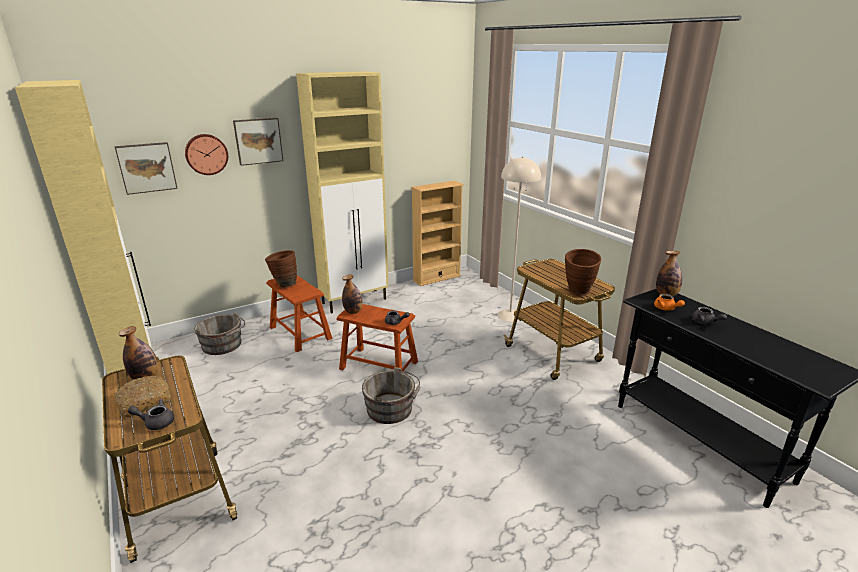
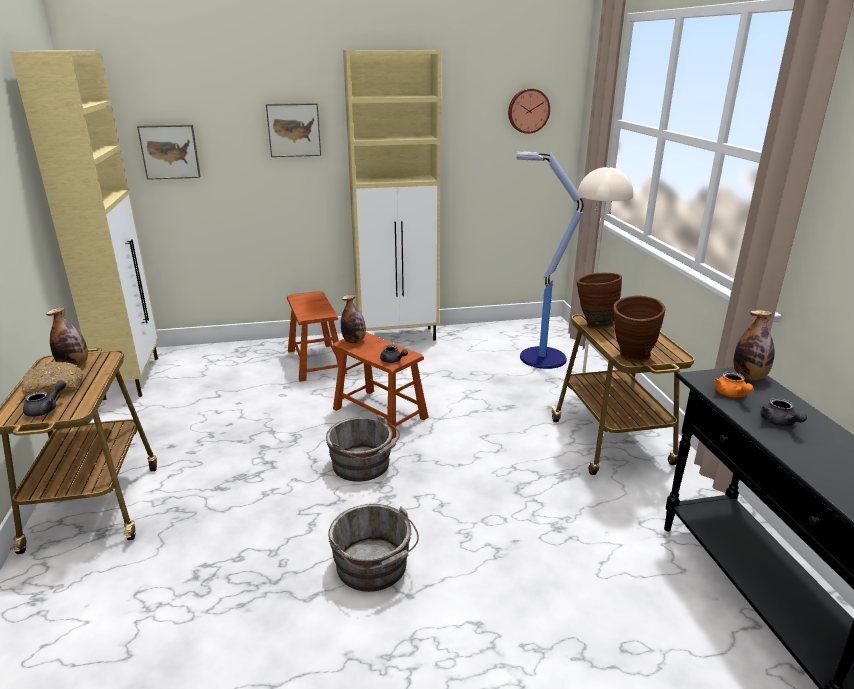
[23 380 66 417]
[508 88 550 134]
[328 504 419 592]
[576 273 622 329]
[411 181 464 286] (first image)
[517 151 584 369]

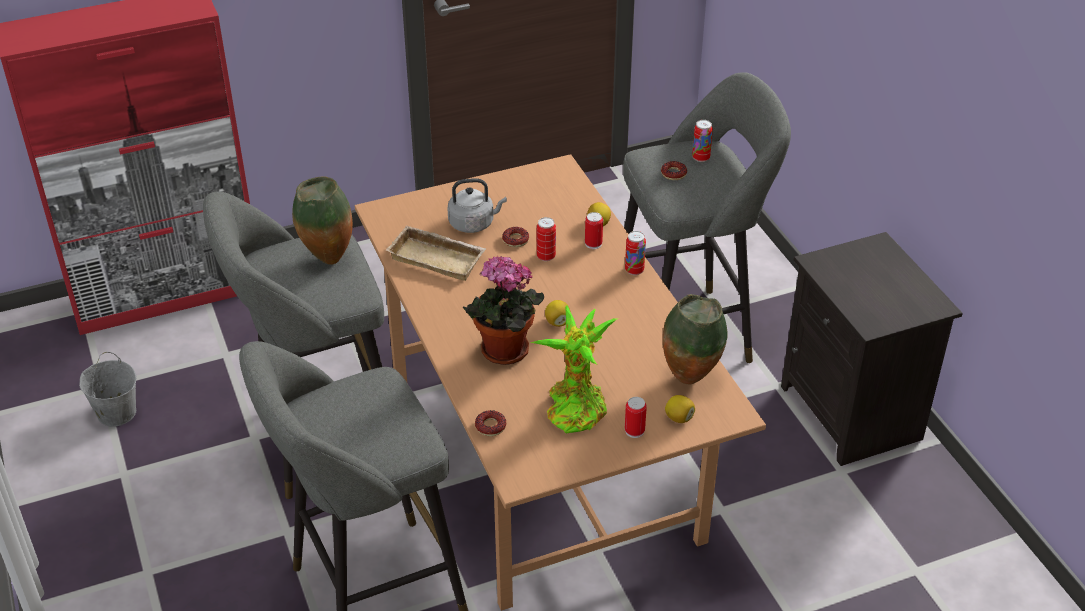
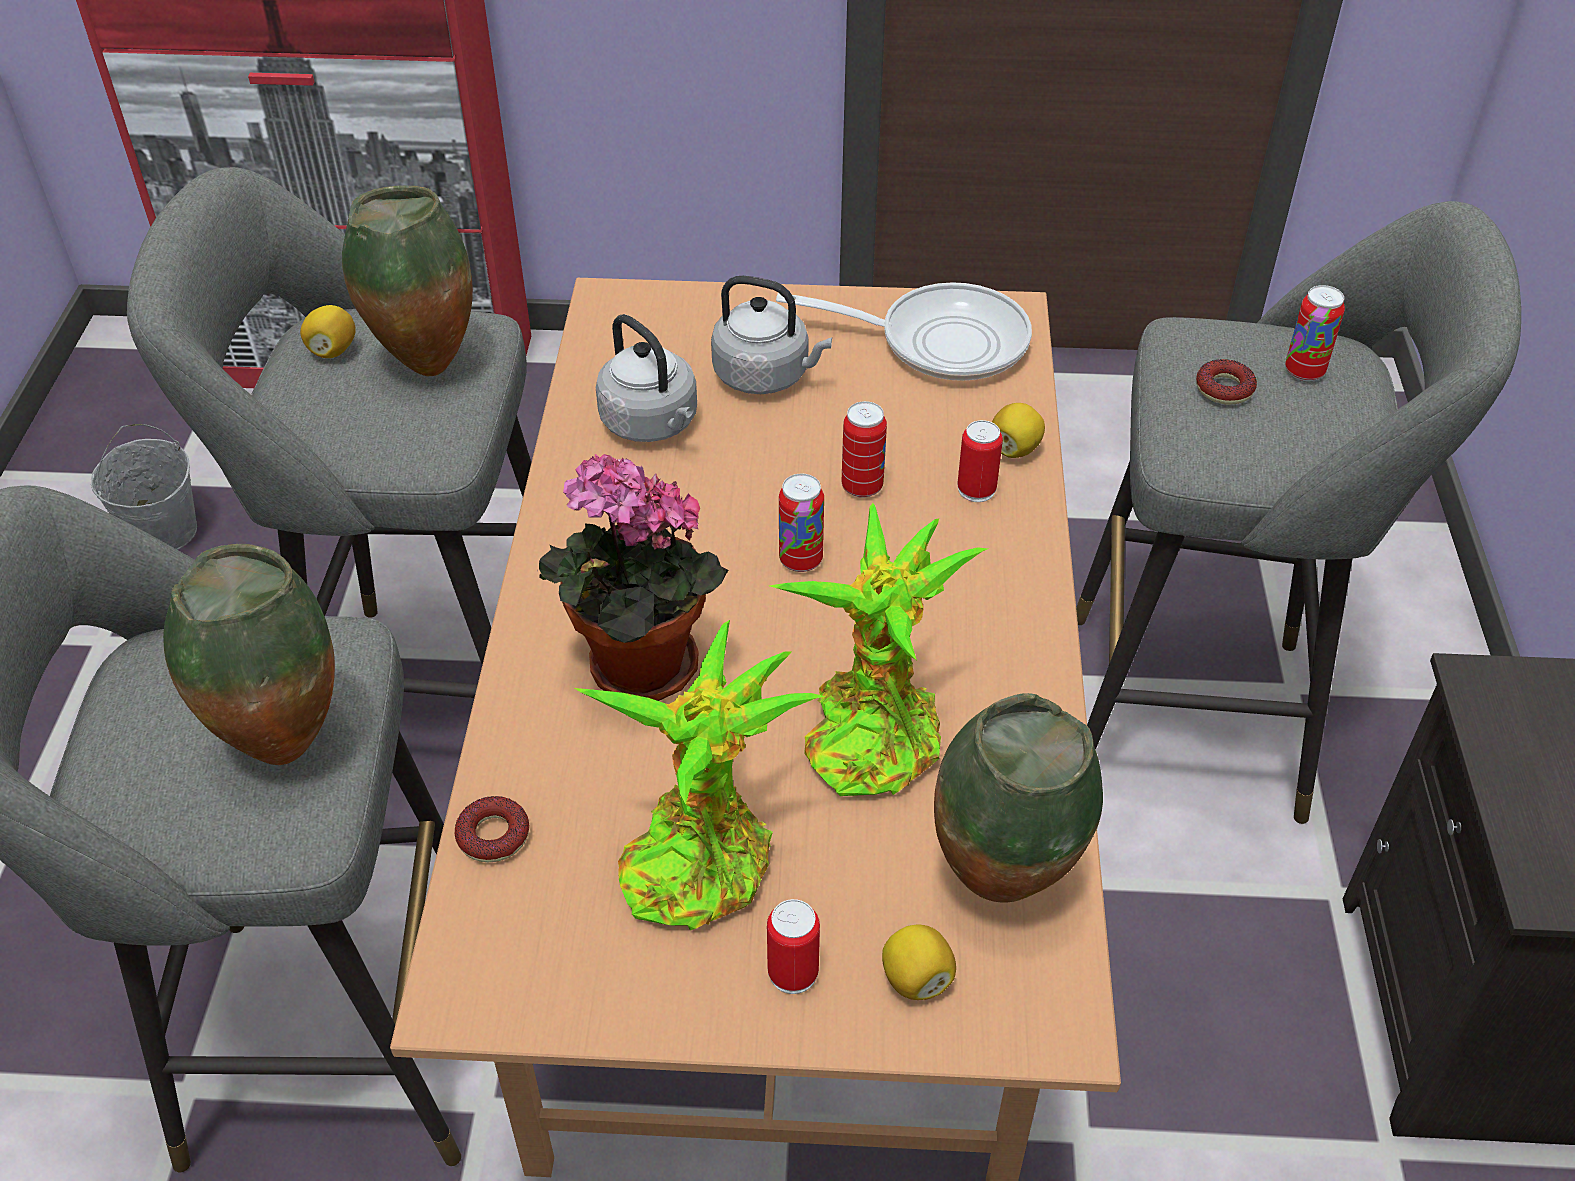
[596 314 697 442]
[502 227 529 247] (first image)
[300 305 356 358]
[779 474 824 572]
[163 544 335 765]
[769 503 988 796]
[776 282 1032 381]

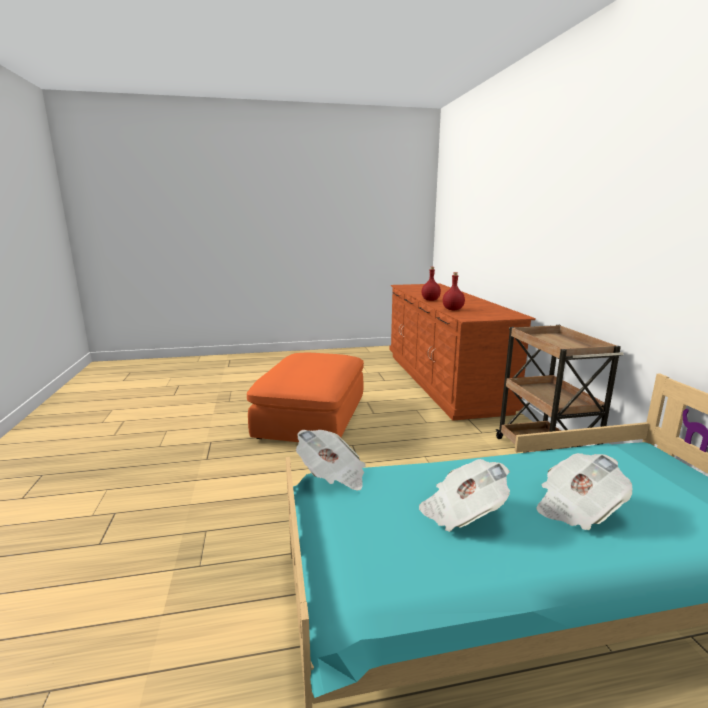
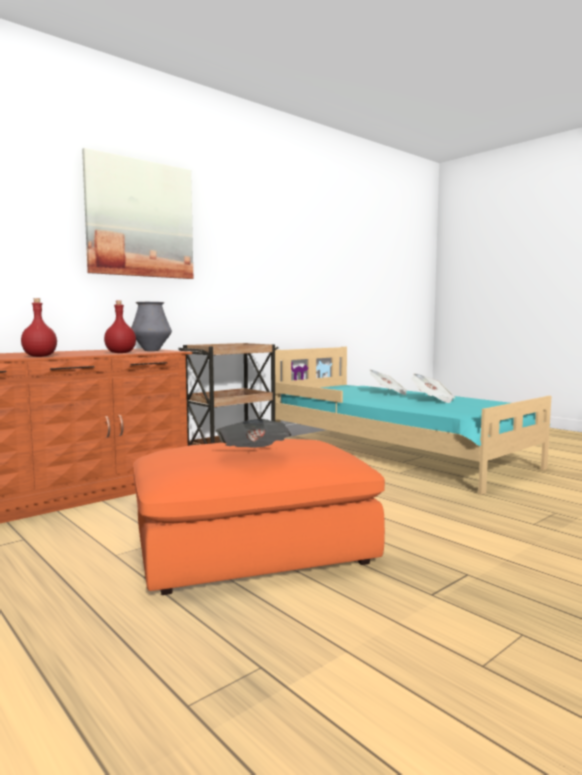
[216 419 291 447]
[82 148 193 279]
[131 302 172 351]

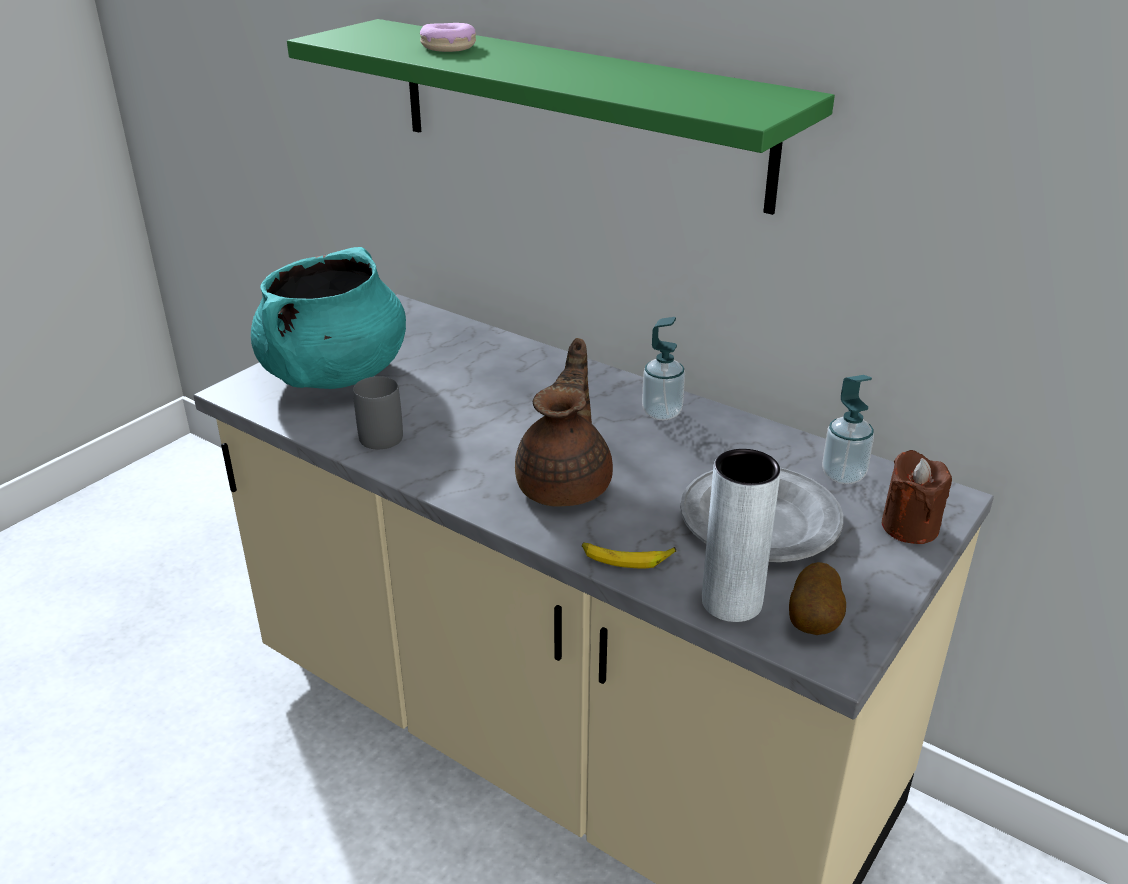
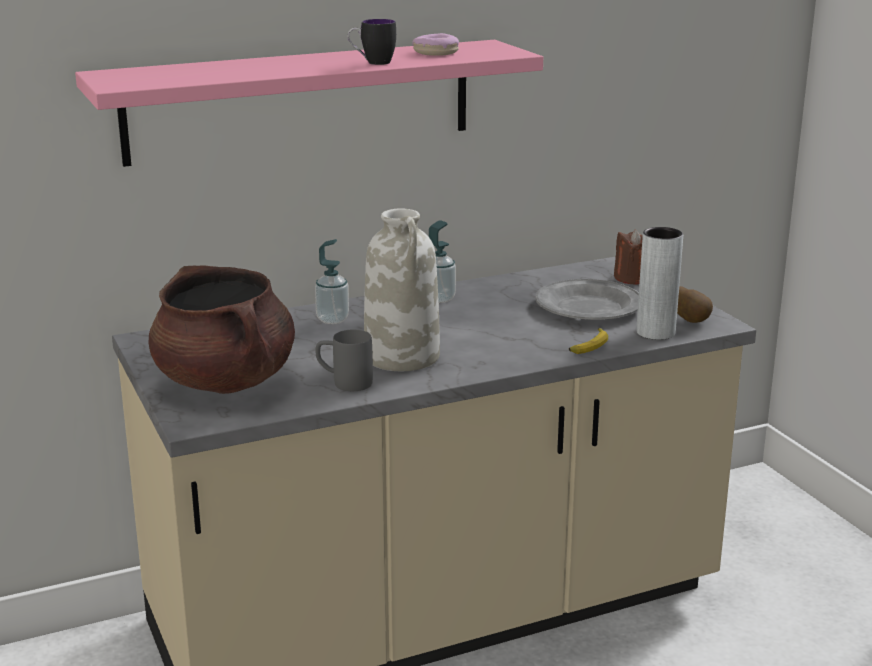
[149 266 295 394]
[75 40 543 167]
[412 33 459 56]
[515 338 613 506] (first image)
[315 239 349 324]
[348 19 396 65]
[364 208 440 371]

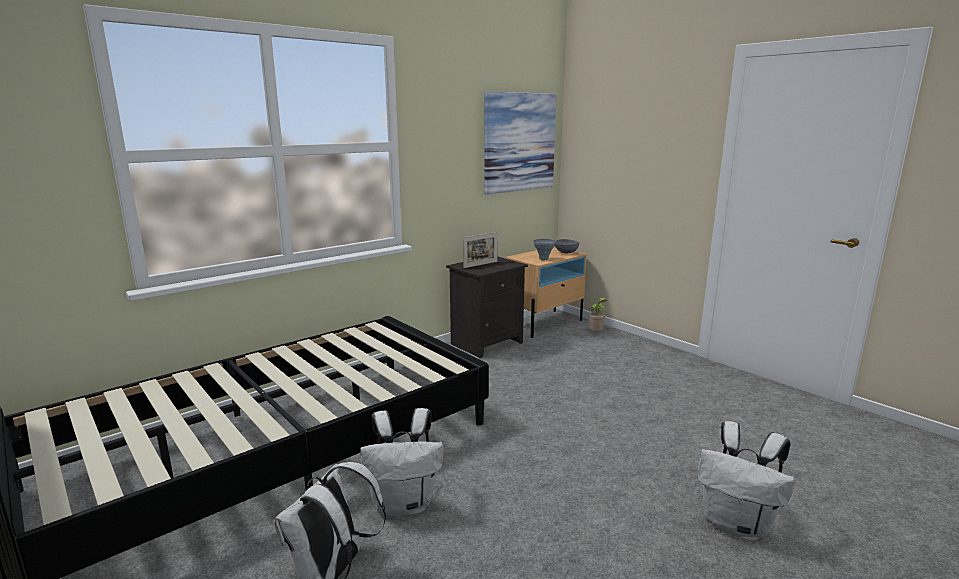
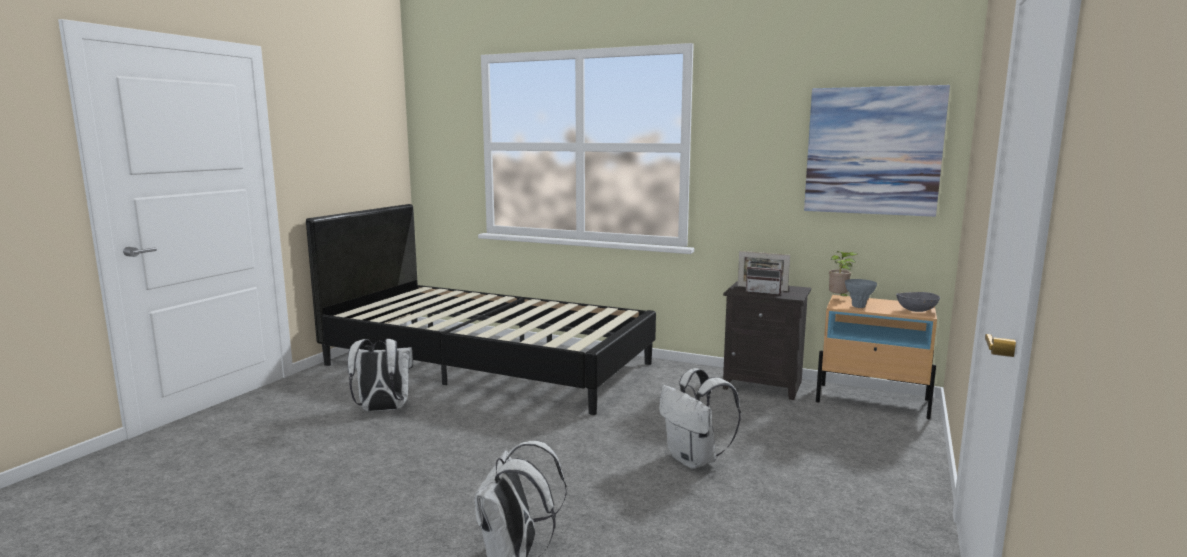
[659 368 741 469]
[829 251 857 297]
[746 252 783 295]

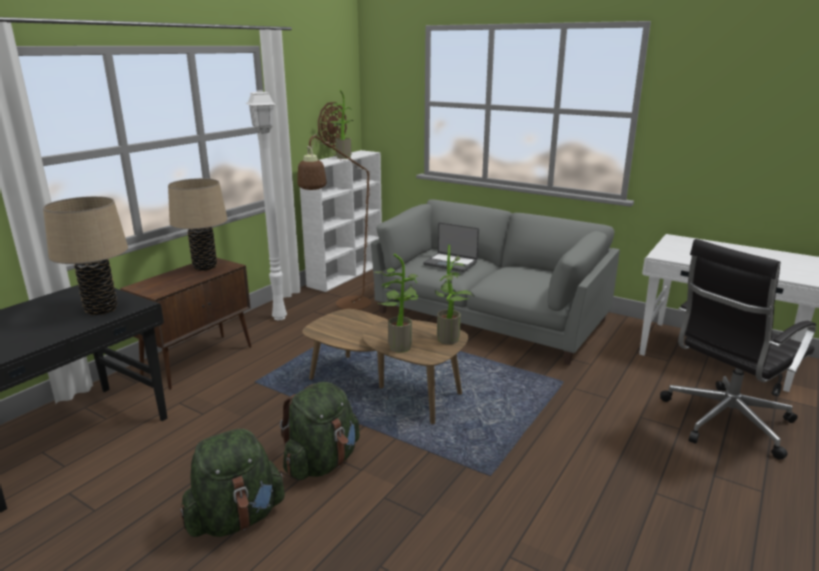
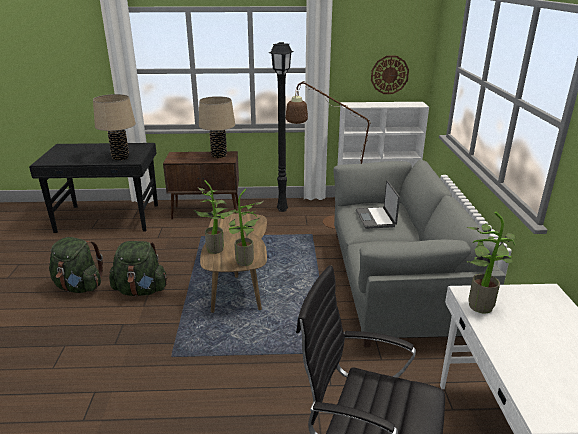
[269 42 294 212]
[466 212 516 313]

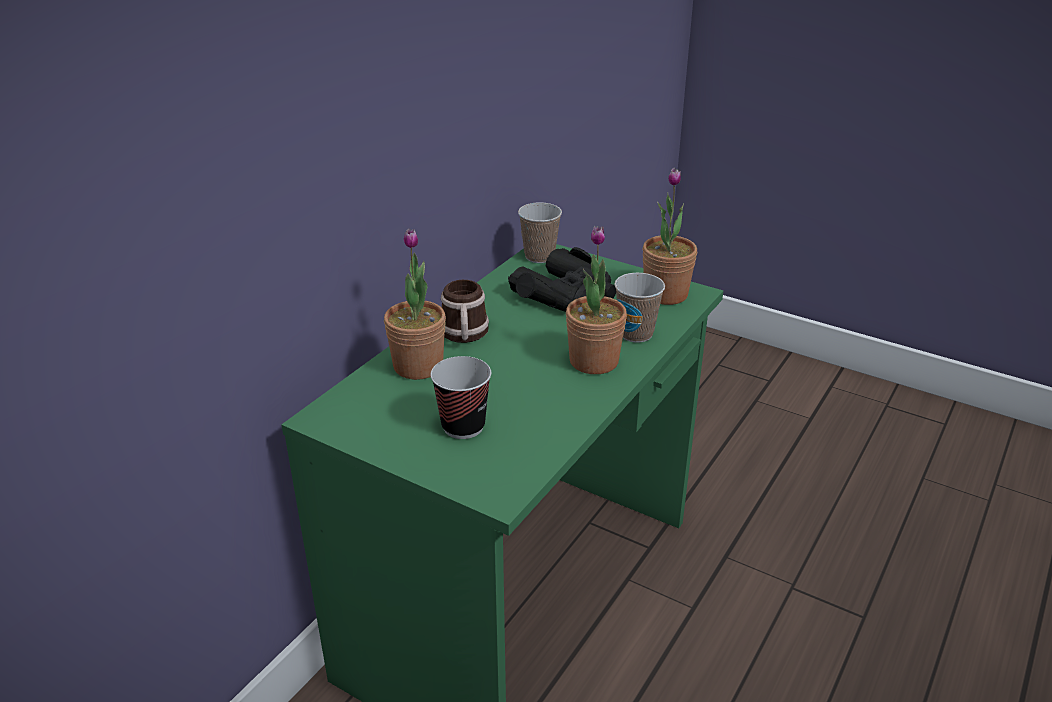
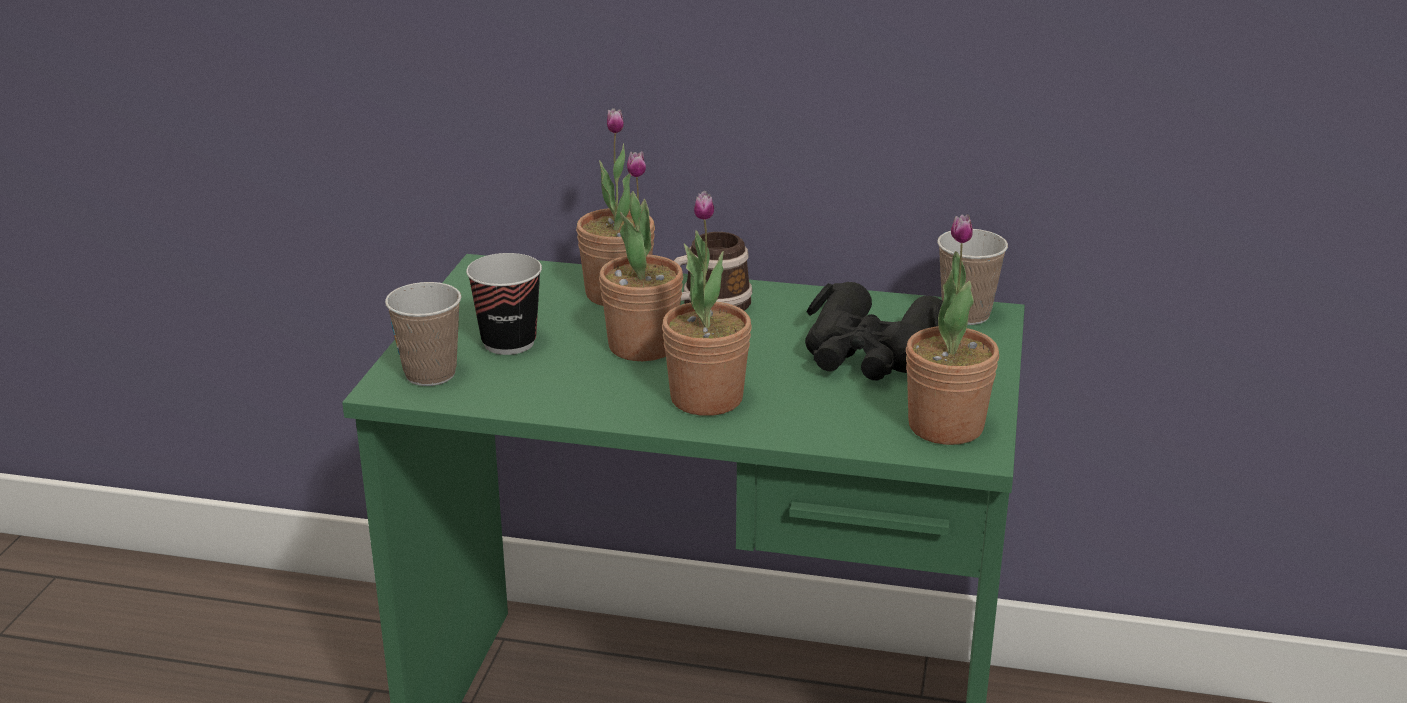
[385 282 462 386]
[599 151 683 361]

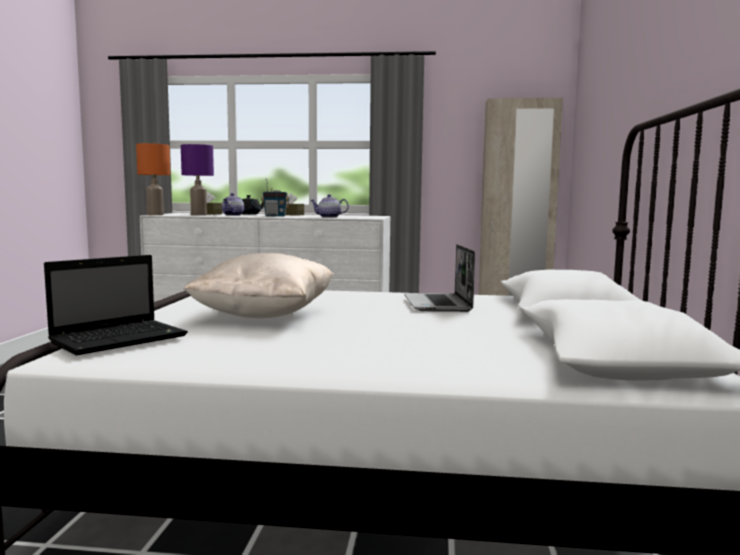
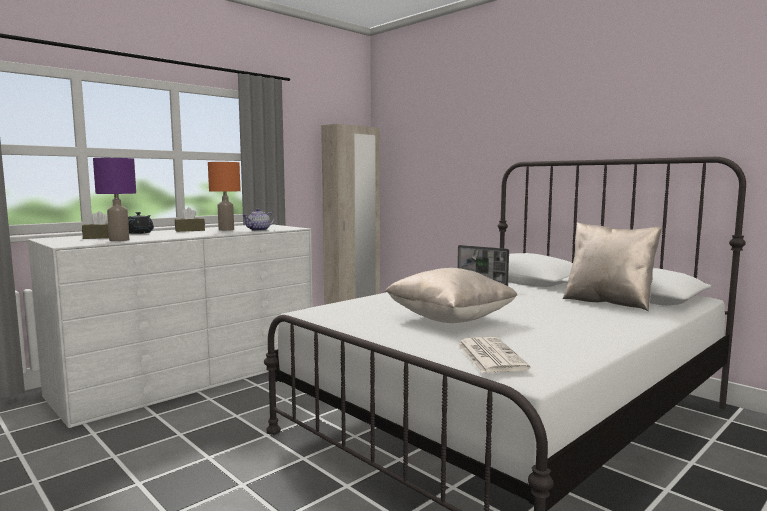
[458 337 530 373]
[208 162 240 231]
[221 193 244 216] (first image)
[261 179 289 217] (first image)
[563 222 662 311]

